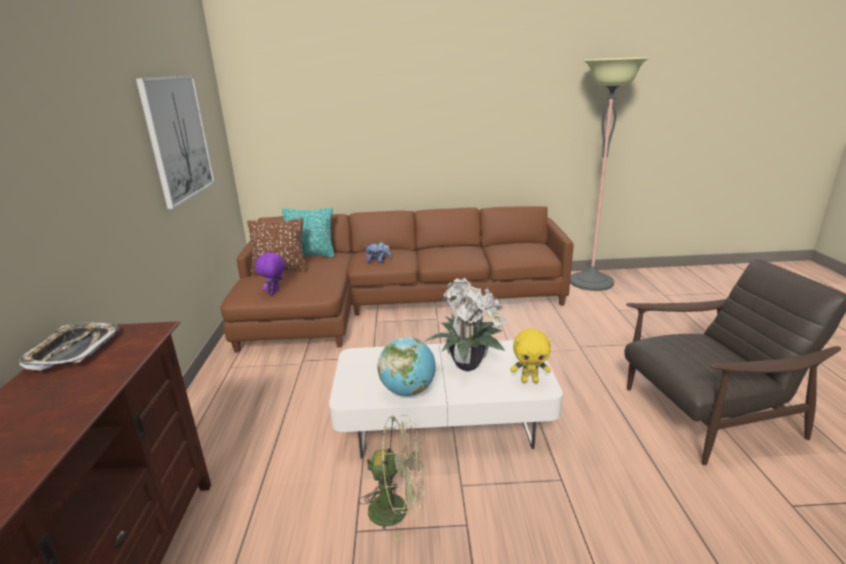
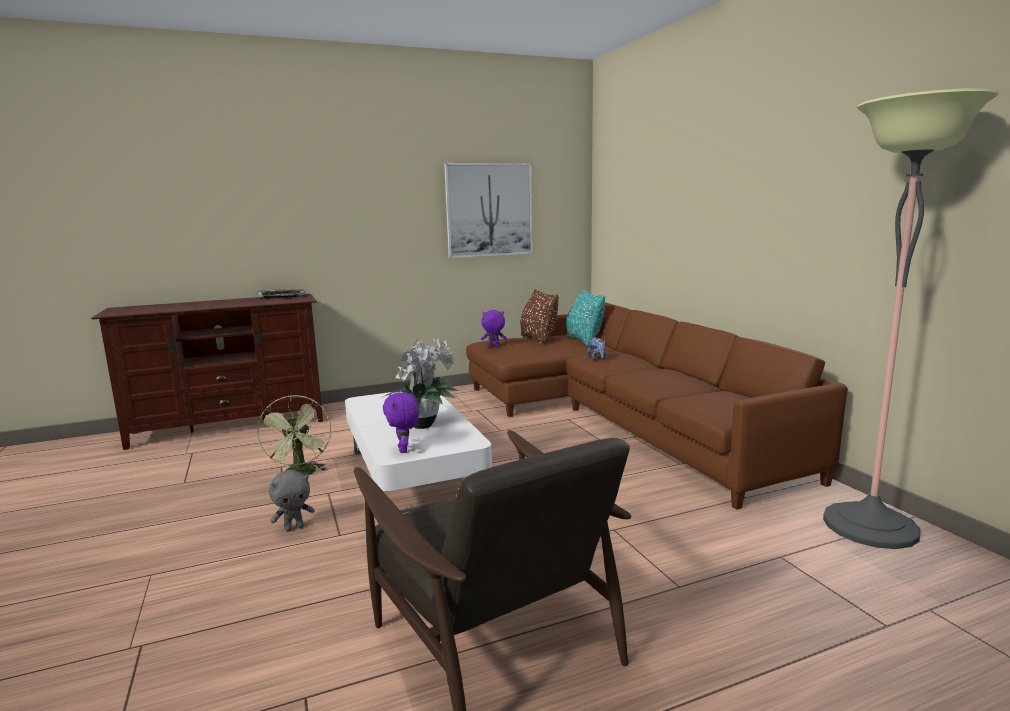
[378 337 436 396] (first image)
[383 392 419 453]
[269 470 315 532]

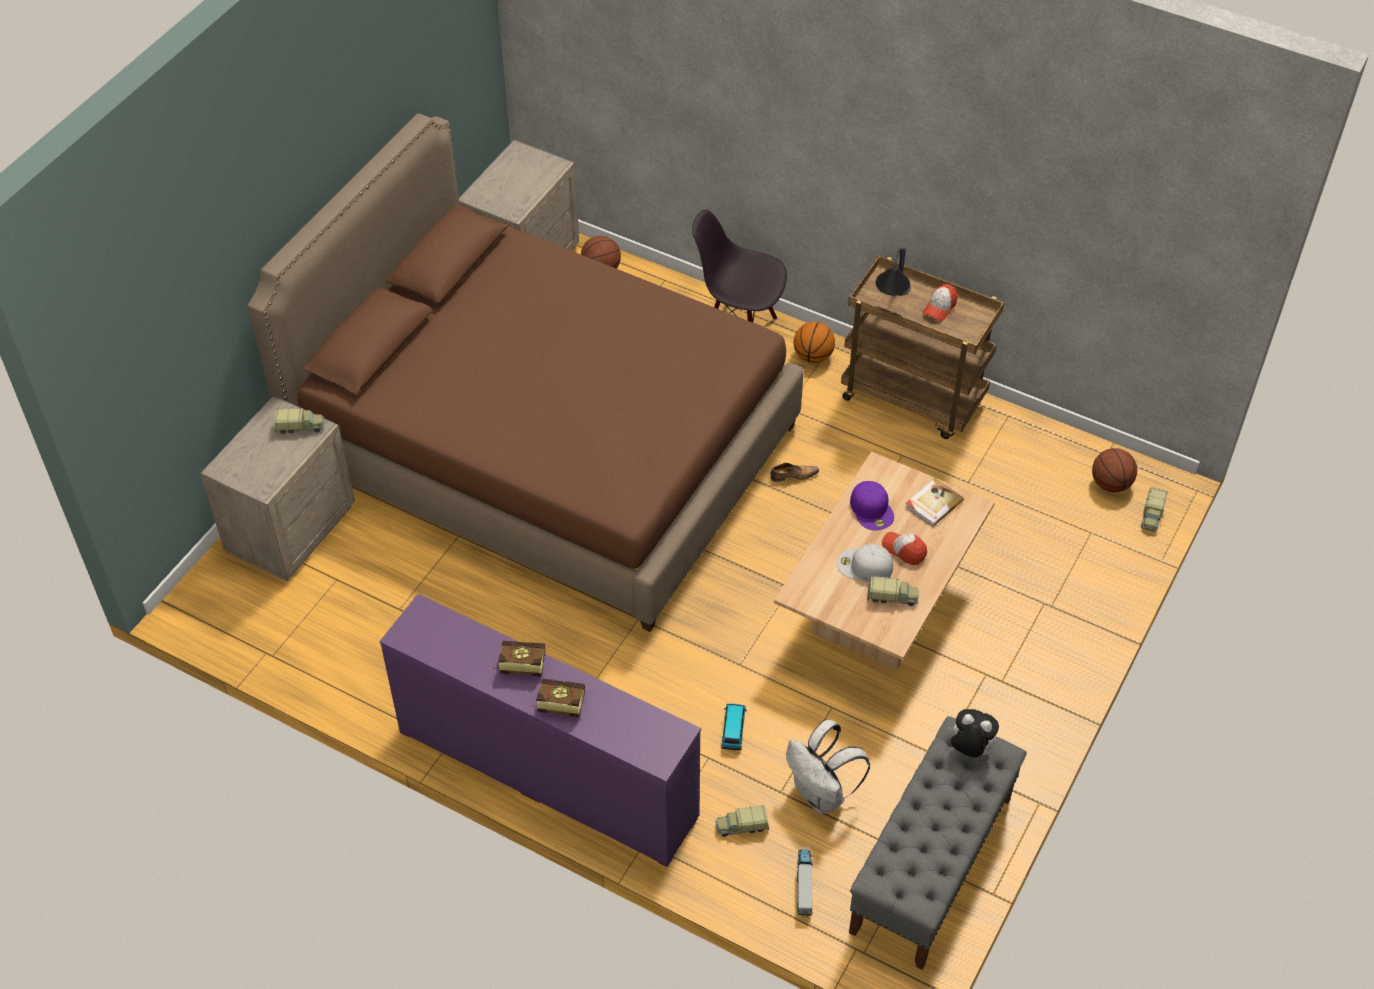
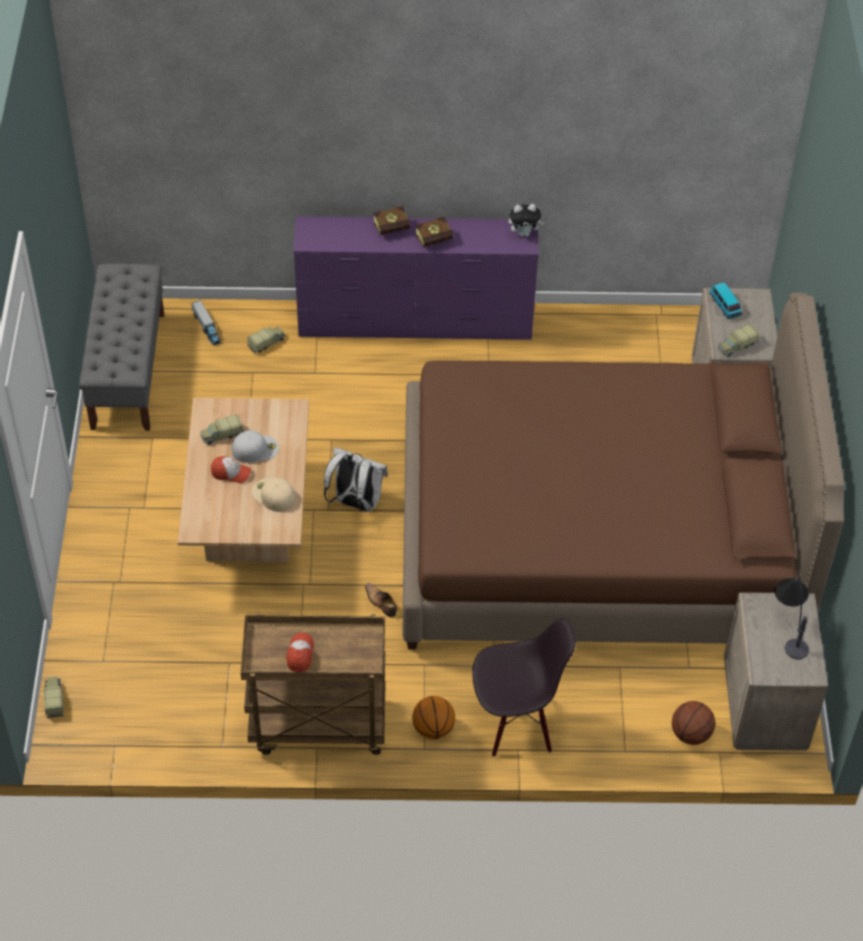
[709 282 742 319]
[365 583 397 617]
[324 447 388 512]
[251 477 296 512]
[774 577 809 659]
[905 478 964 527] (first image)
[509 204 544 237]
[1092 448 1137 492] (first image)

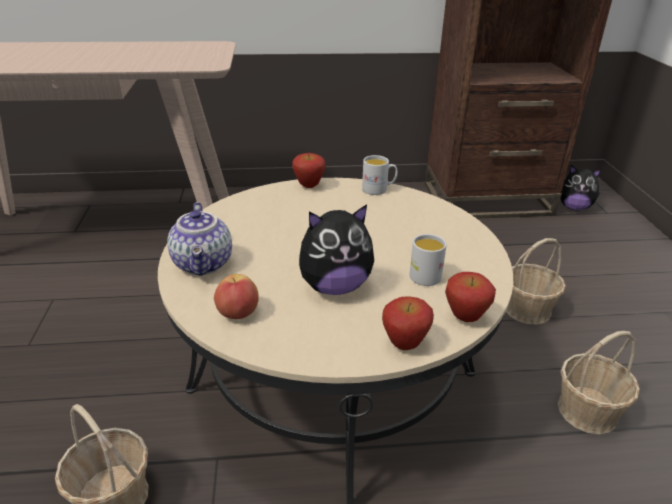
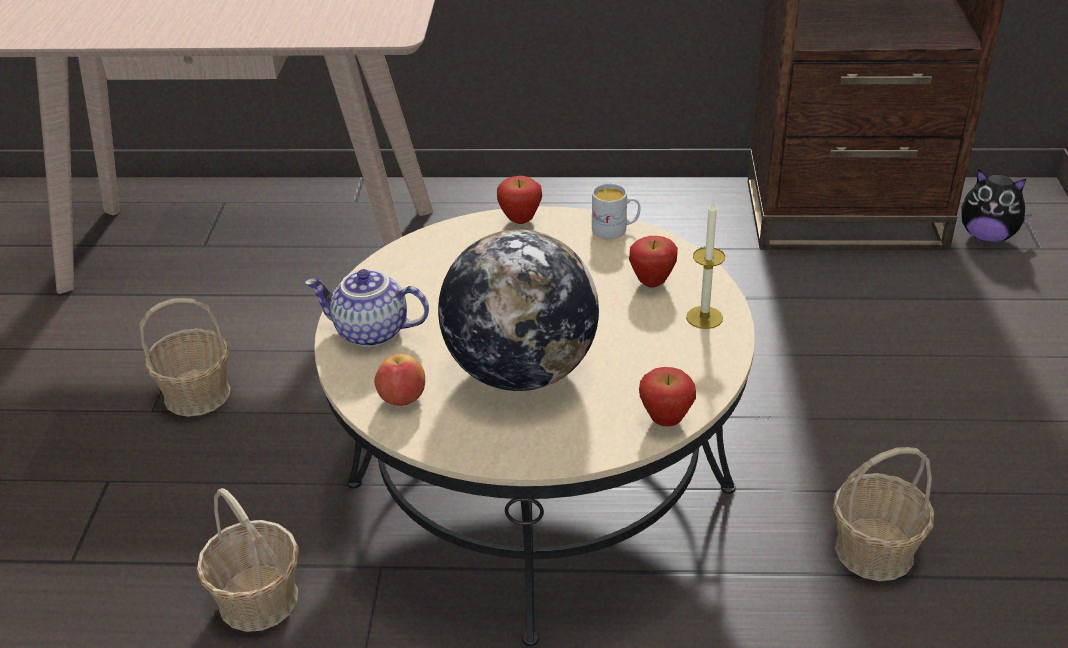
[305 269 429 347]
[438 229 599 391]
[629 236 678 288]
[409 234 447 286] (first image)
[139 298 230 417]
[686 200 725 329]

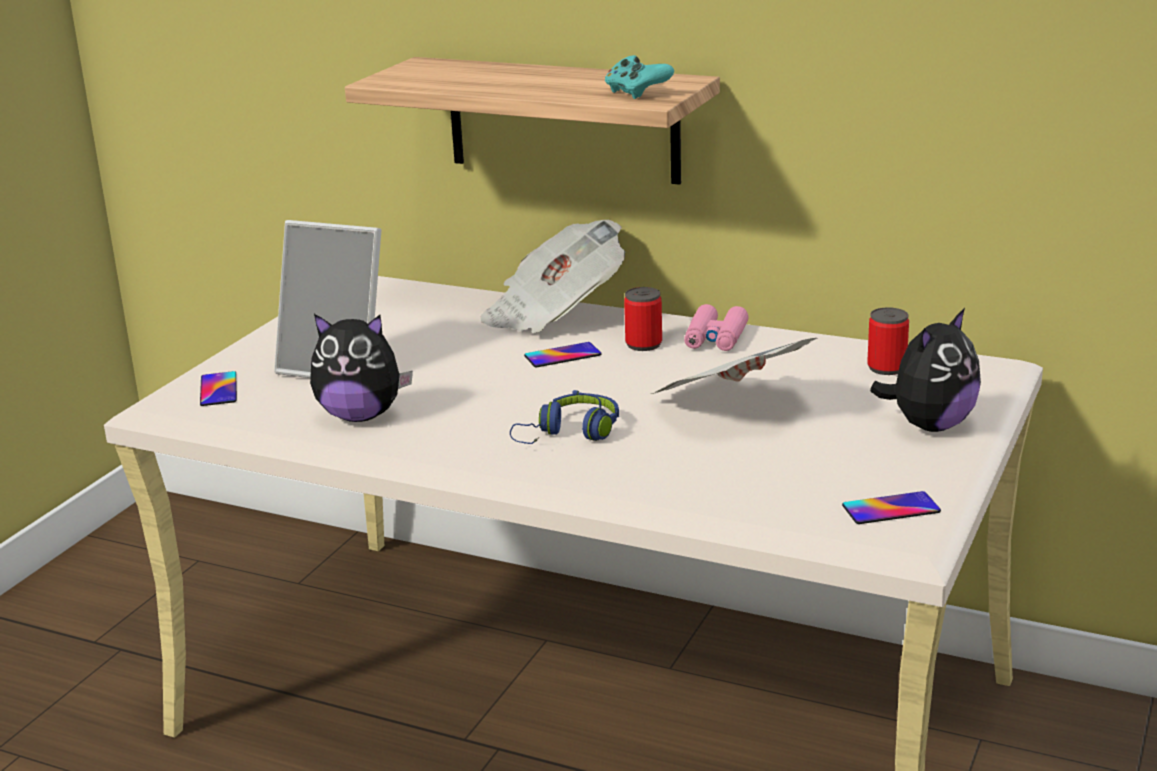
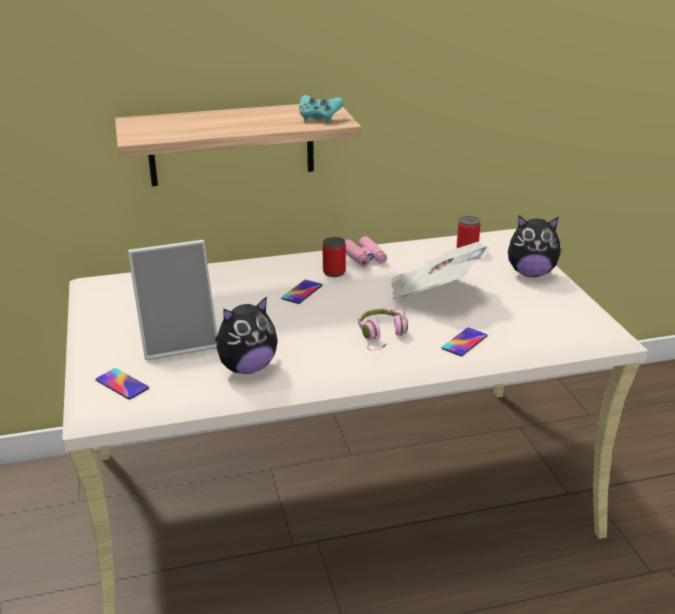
[480 220 625 333] (first image)
[358 308 408 351]
[442 327 488 356]
[508 216 562 277]

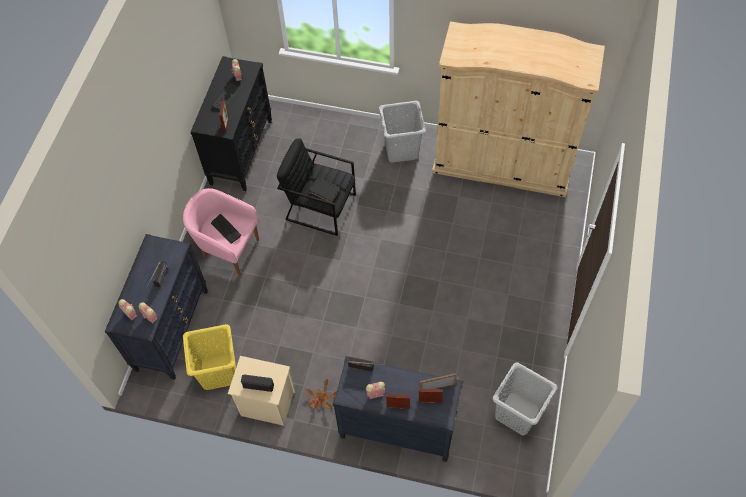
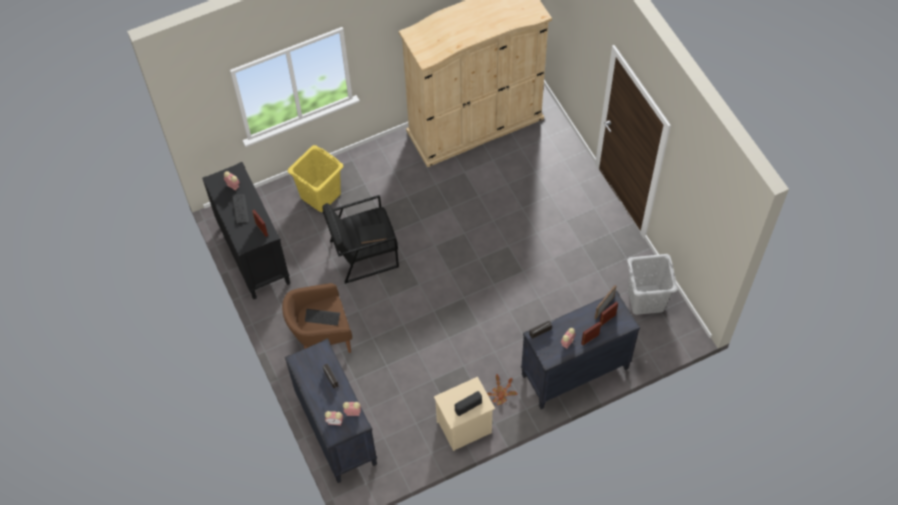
[282 283 352 353]
[288 145 343 212]
[379 101 426 163] (first image)

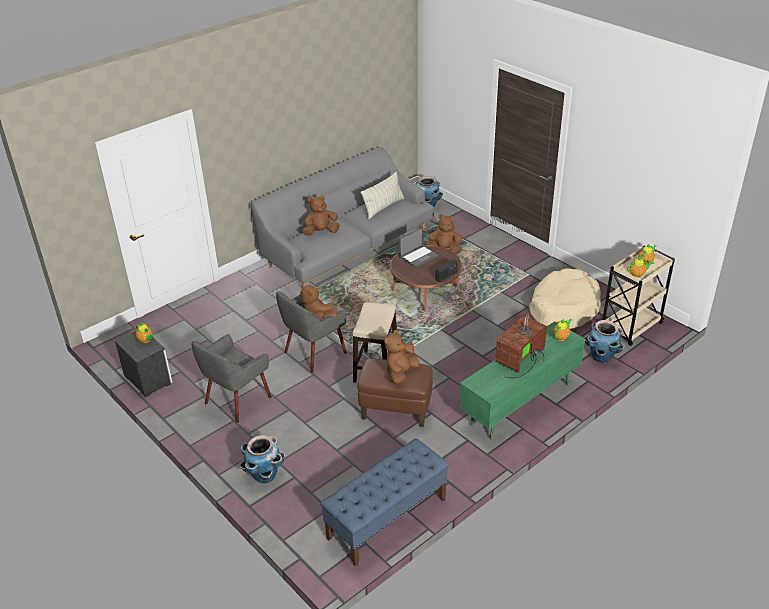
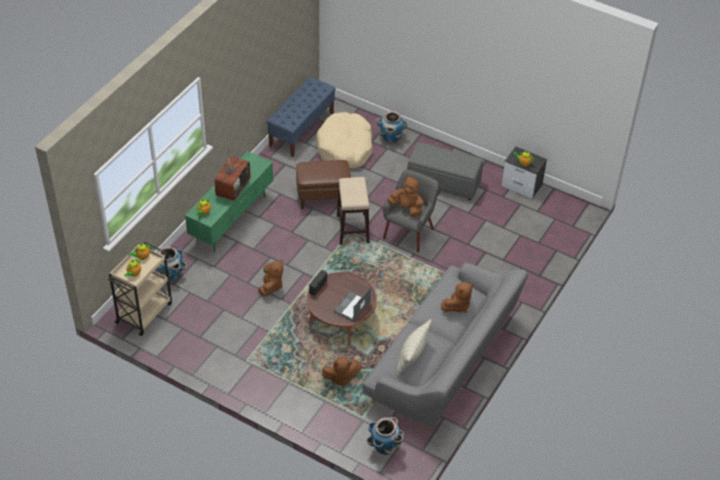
[407 142 483 201]
[258 259 283 297]
[316 112 373 168]

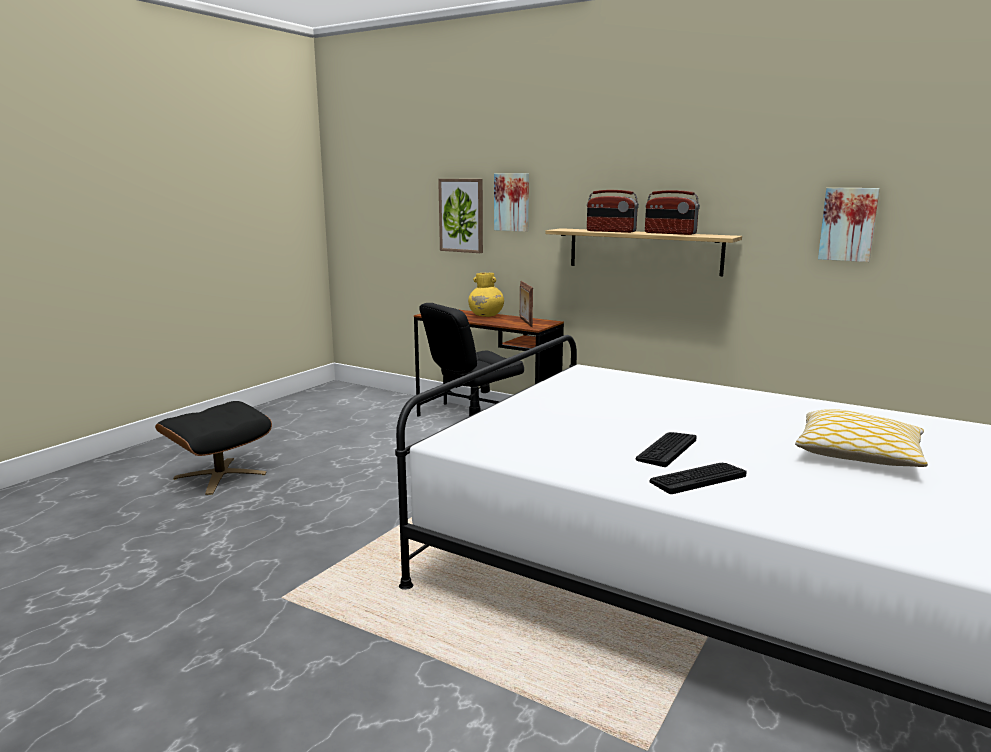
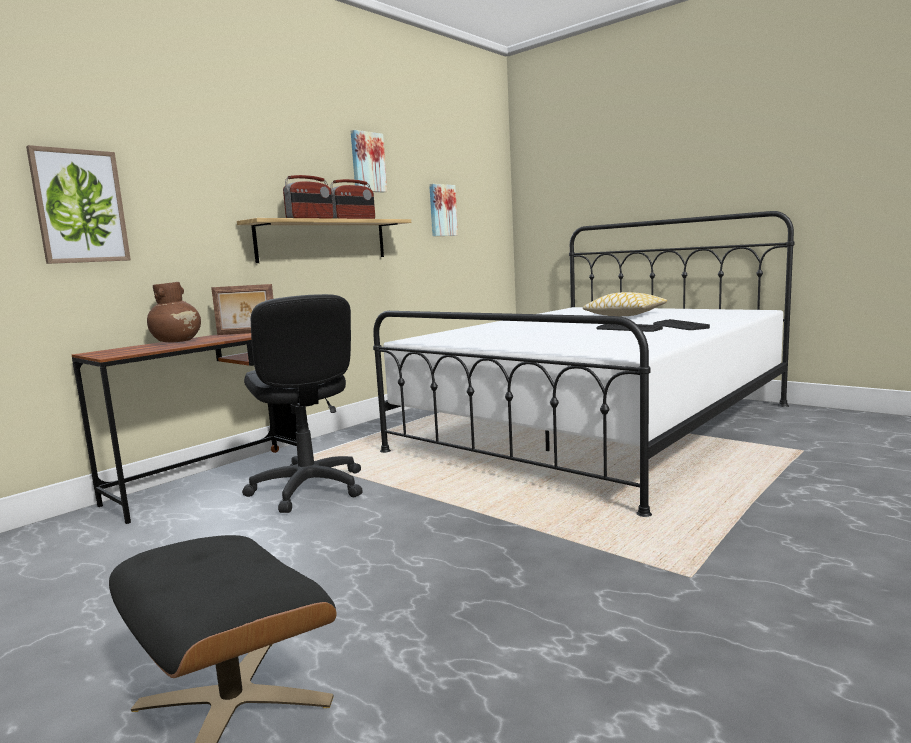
[147 282 201 342]
[351 130 387 193]

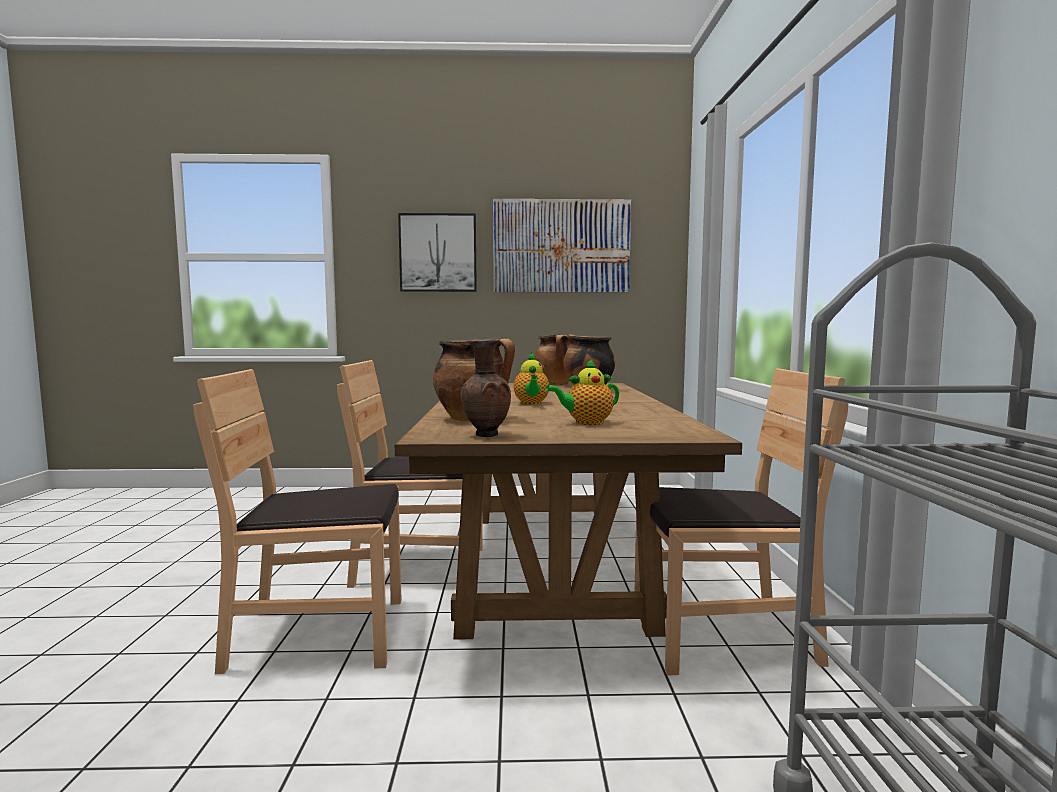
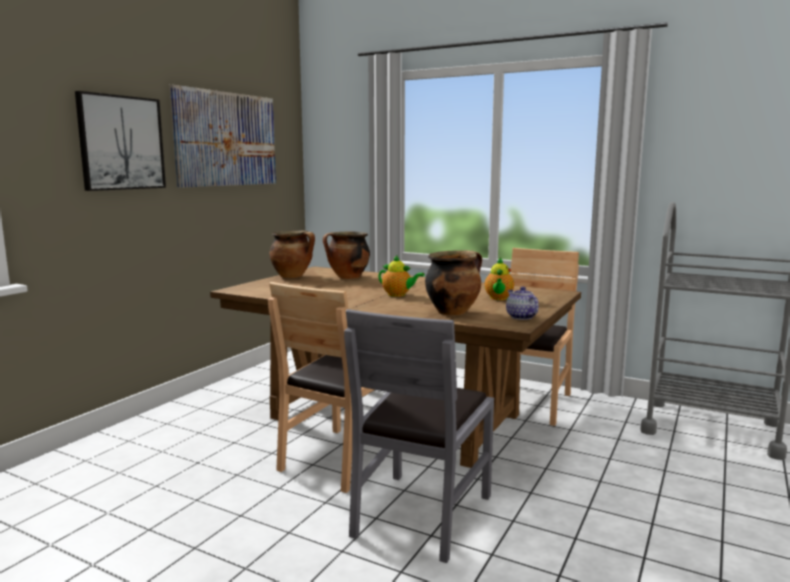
[344 309 494 563]
[506 287 539 320]

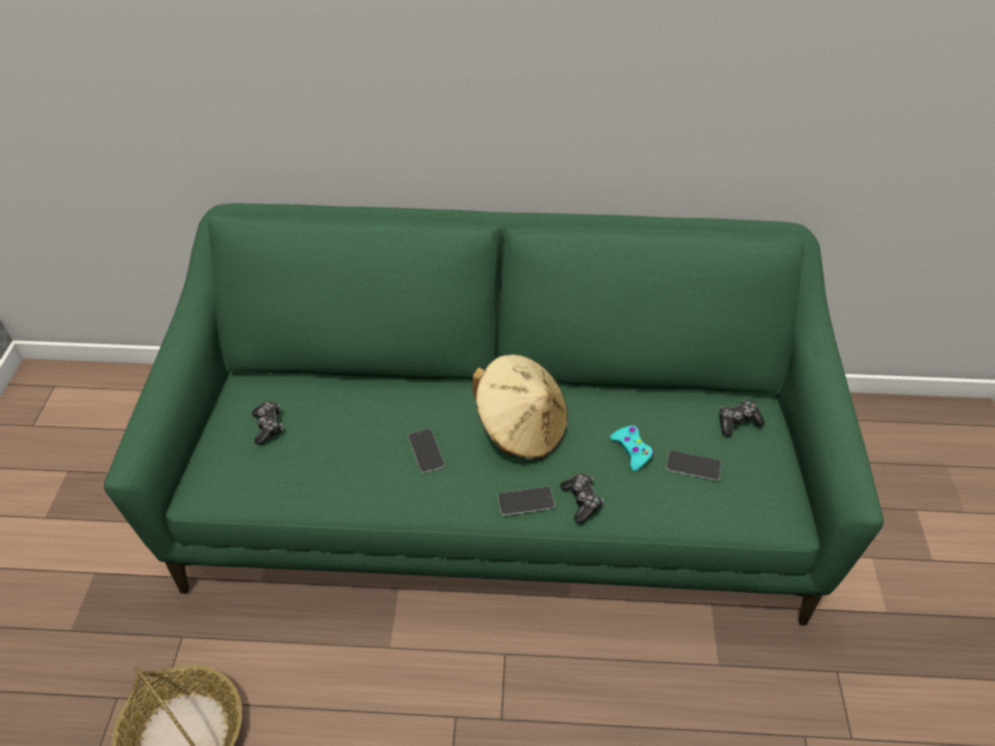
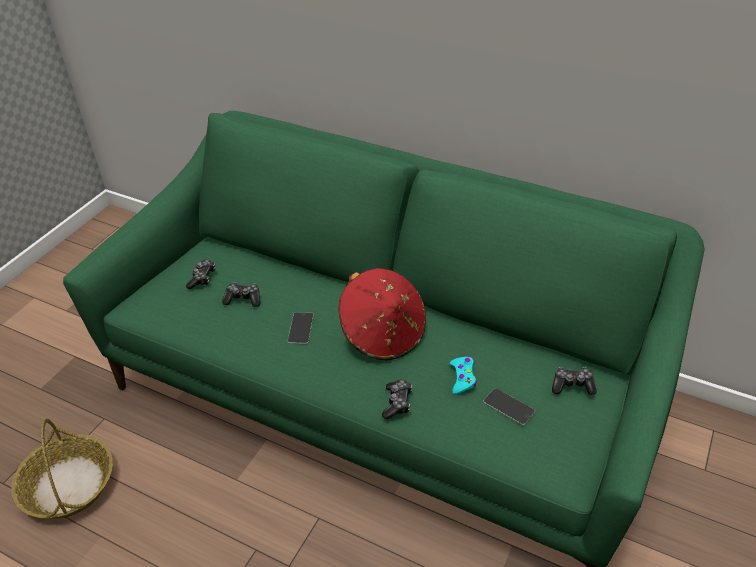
[339 268 426 360]
[497 487 555 516] (first image)
[222 282 260 307]

